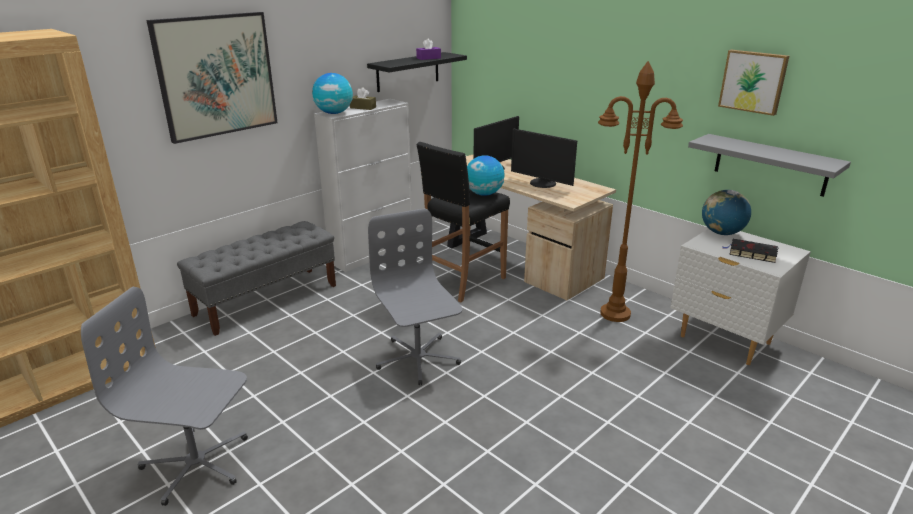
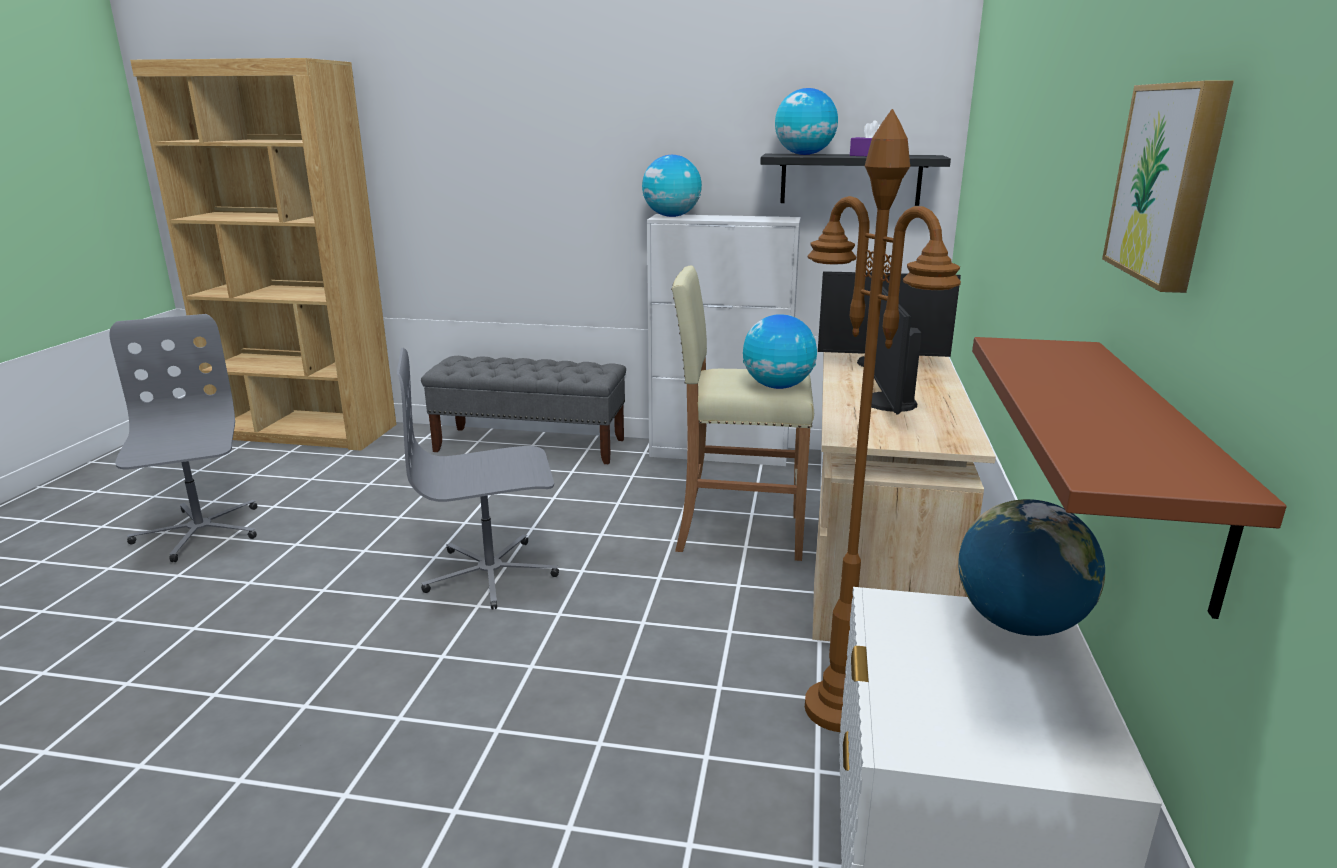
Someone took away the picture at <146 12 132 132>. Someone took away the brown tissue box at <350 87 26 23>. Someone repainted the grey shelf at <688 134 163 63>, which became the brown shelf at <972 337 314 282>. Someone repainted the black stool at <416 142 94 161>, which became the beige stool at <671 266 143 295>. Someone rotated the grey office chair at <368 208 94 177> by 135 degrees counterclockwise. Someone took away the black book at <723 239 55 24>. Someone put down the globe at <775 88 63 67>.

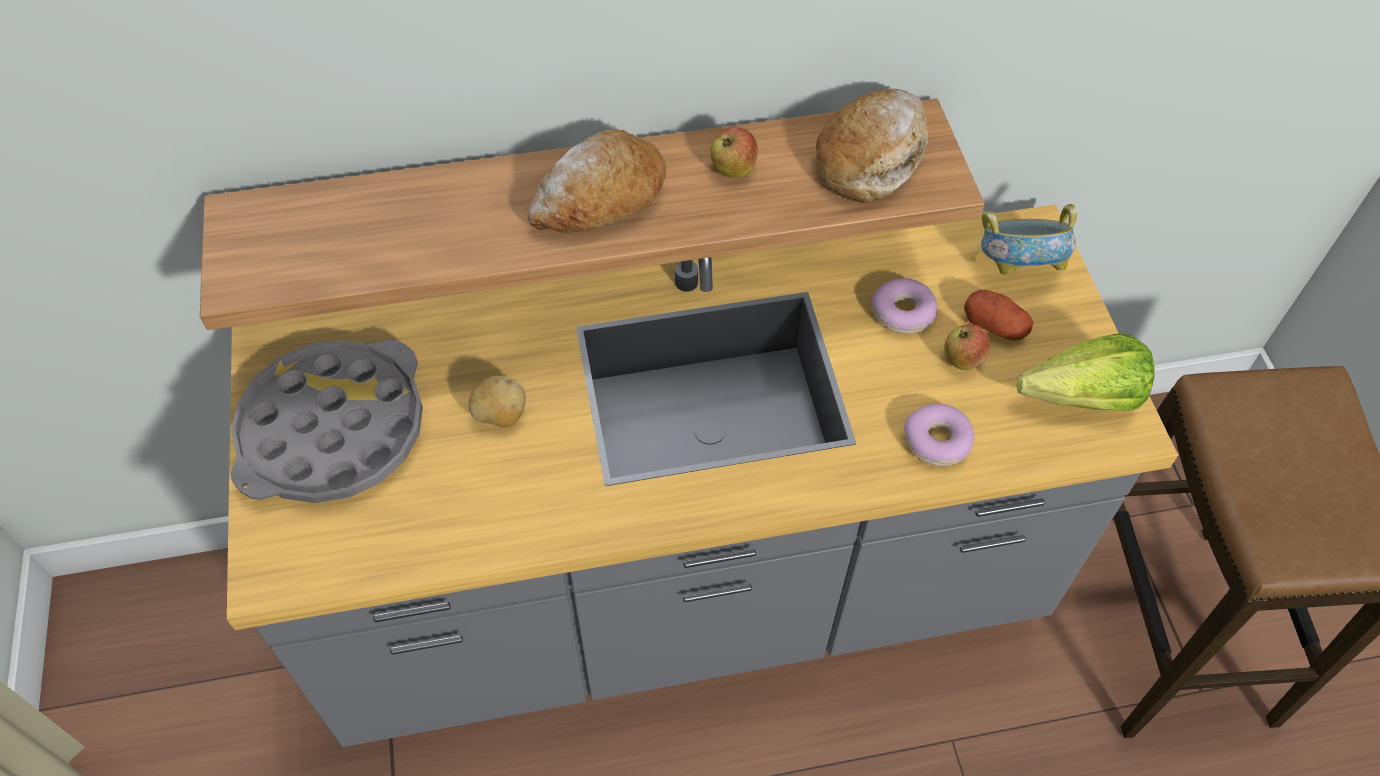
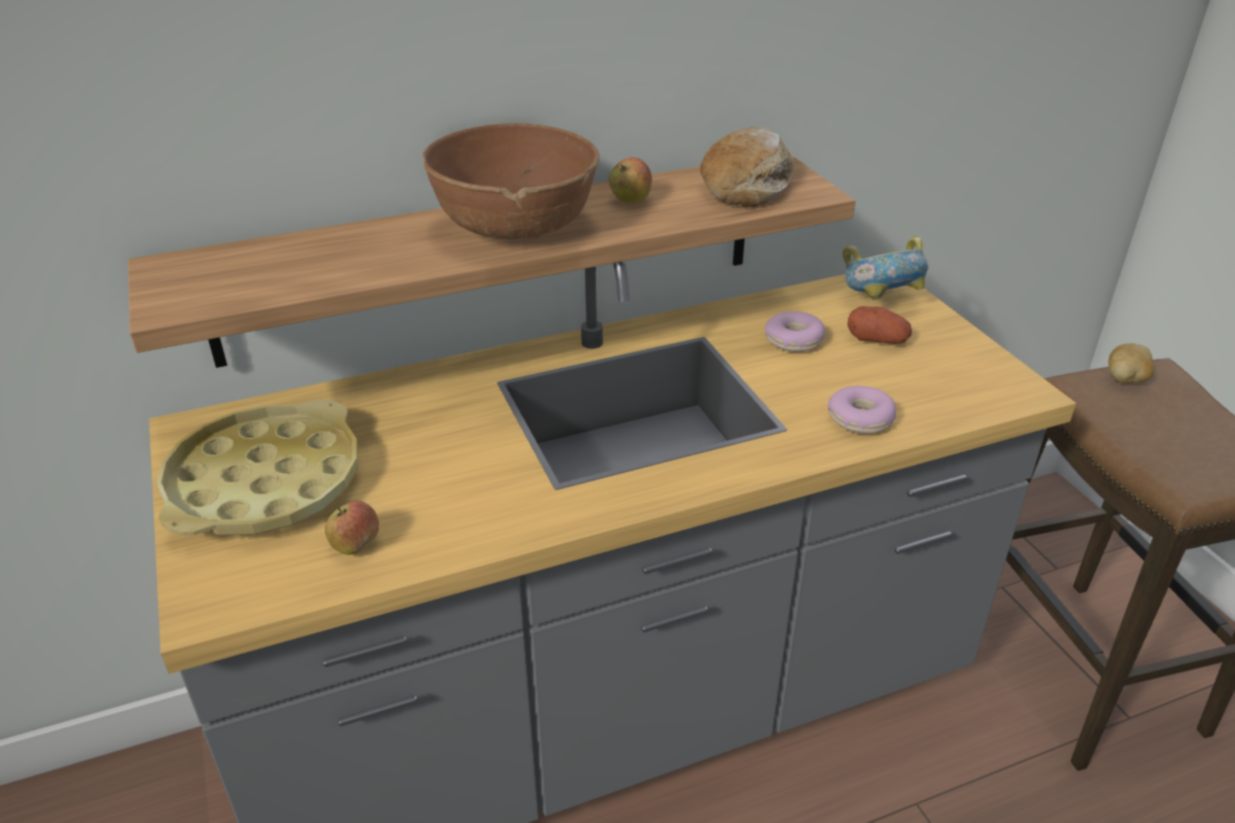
Someone swapped the bread at <528 129 138 104> for the brown bowl at <423 123 177 117>. Someone carried the apple from <944 324 47 46> to <325 501 54 54>. Someone took away the lettuce at <1017 333 138 77>. Someone repainted the grey tray at <230 339 193 164>, which became the yellow tray at <157 399 201 137>. Someone carried the potato from <468 376 58 51> to <1108 343 46 41>.

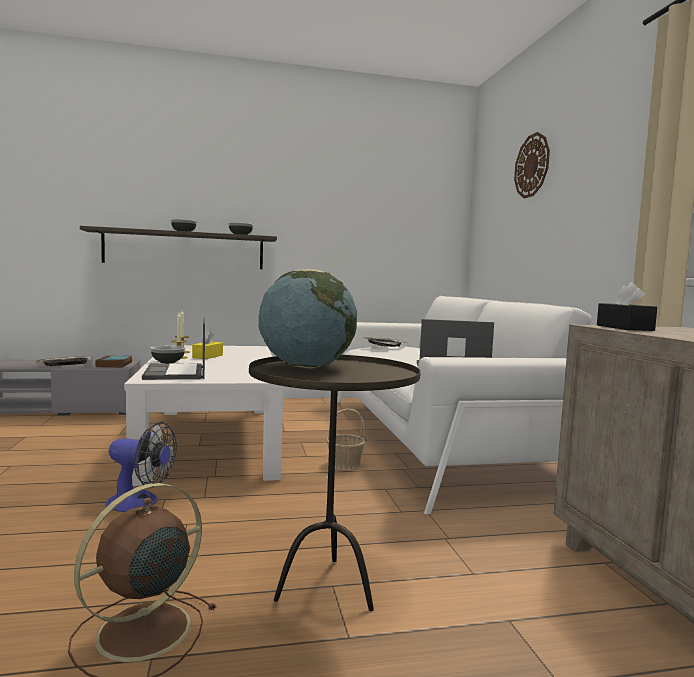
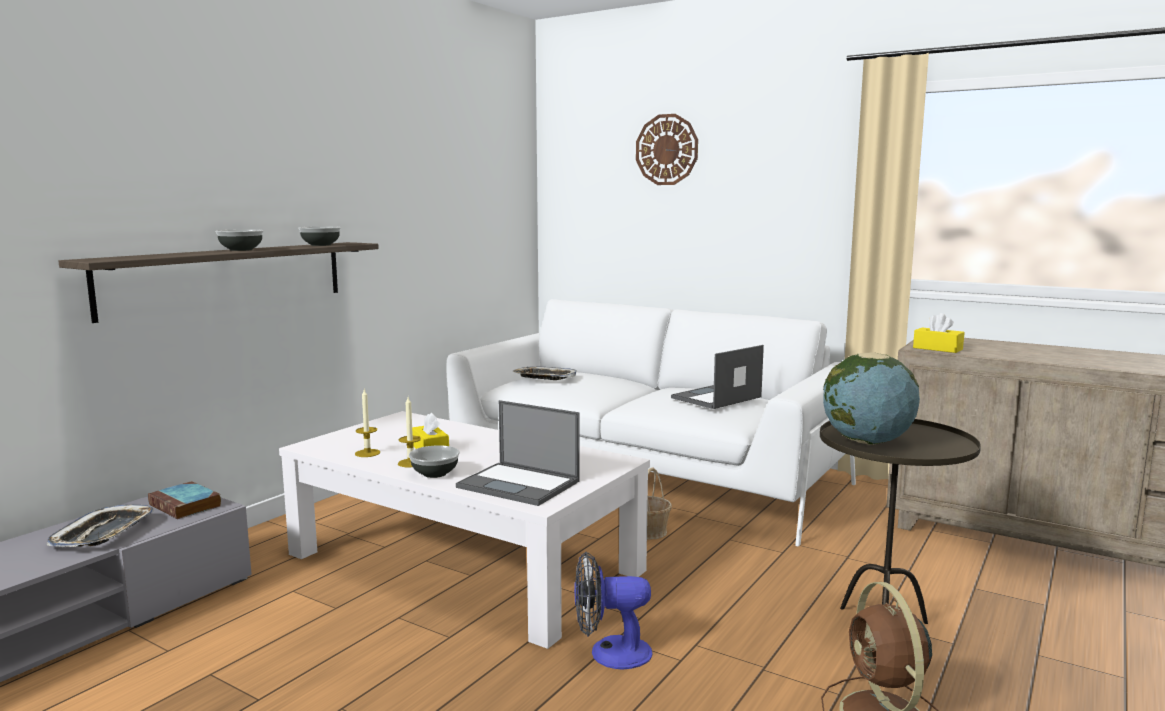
Someone repainted the black tissue box at <597 282 60 49>, which became the yellow tissue box at <913 313 52 40>. Someone rotated the fan at <106 422 71 90> by 150 degrees counterclockwise.

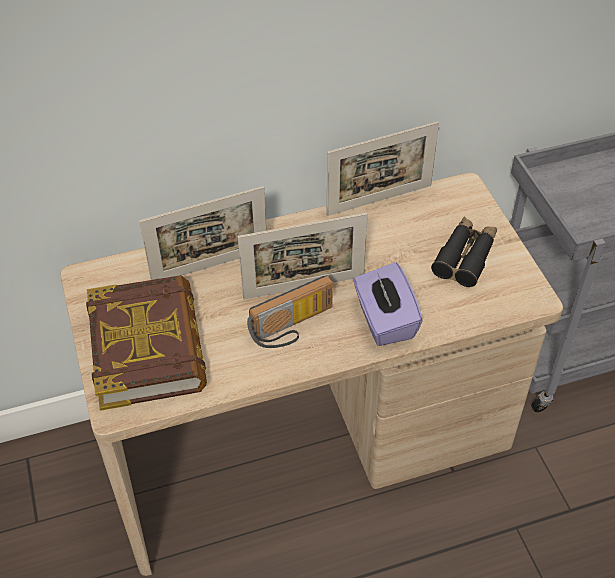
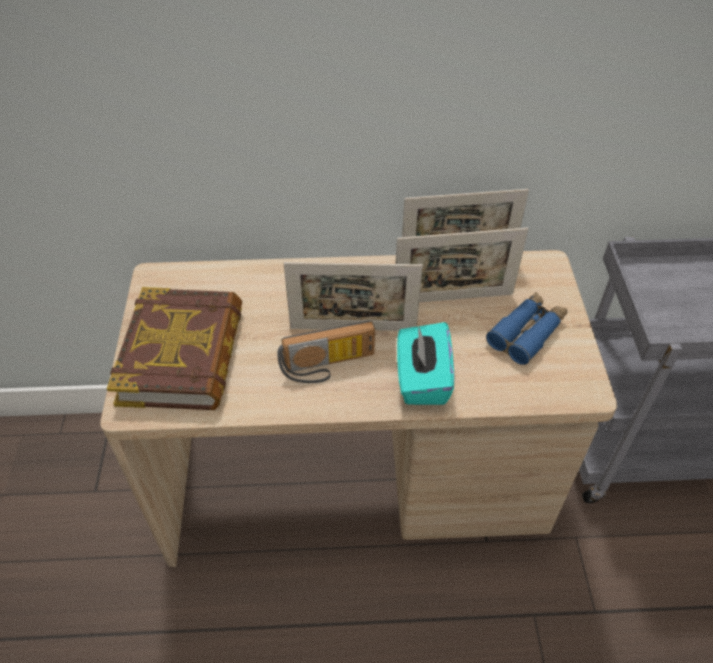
Someone carried the picture frame from <139 186 128 94> to <396 228 132 74>. Someone repainted the black binoculars at <431 217 66 70>, which became the blue binoculars at <486 292 82 73>. Someone repainted the purple tissue box at <353 262 70 84>, which became the turquoise tissue box at <397 322 57 83>.

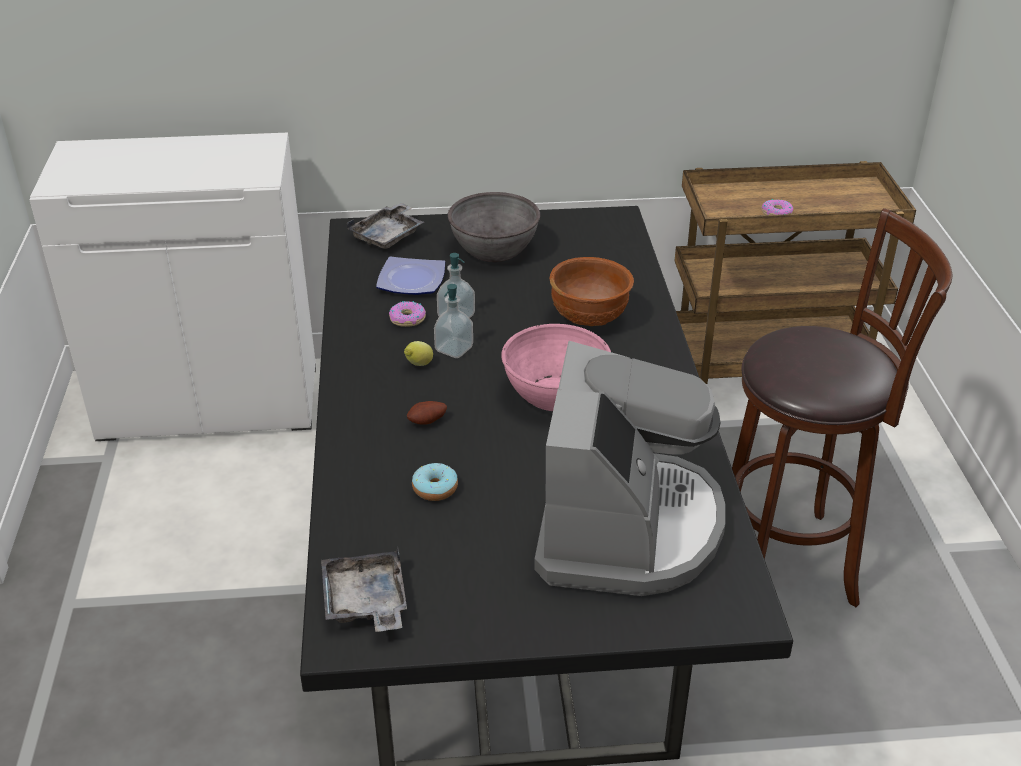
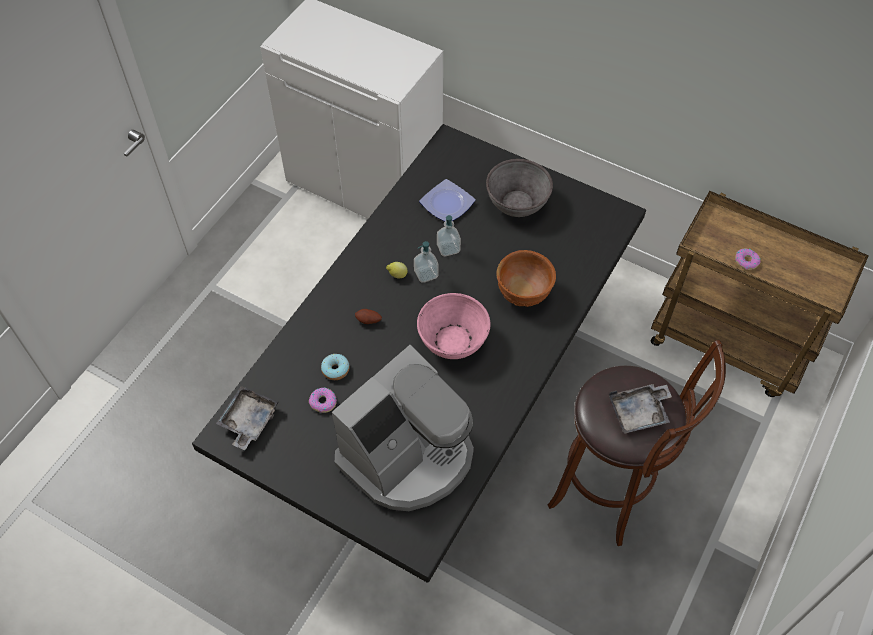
Someone carried the grey tray from <347 202 77 47> to <609 384 63 50>. Someone carried the donut from <389 301 37 26> to <309 388 28 25>.

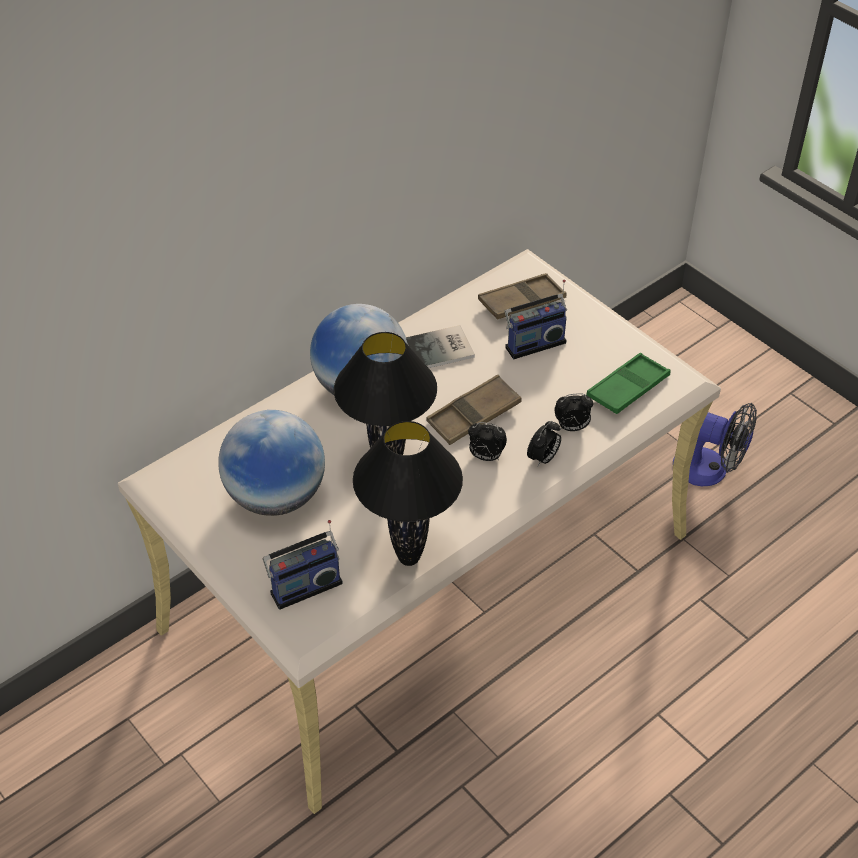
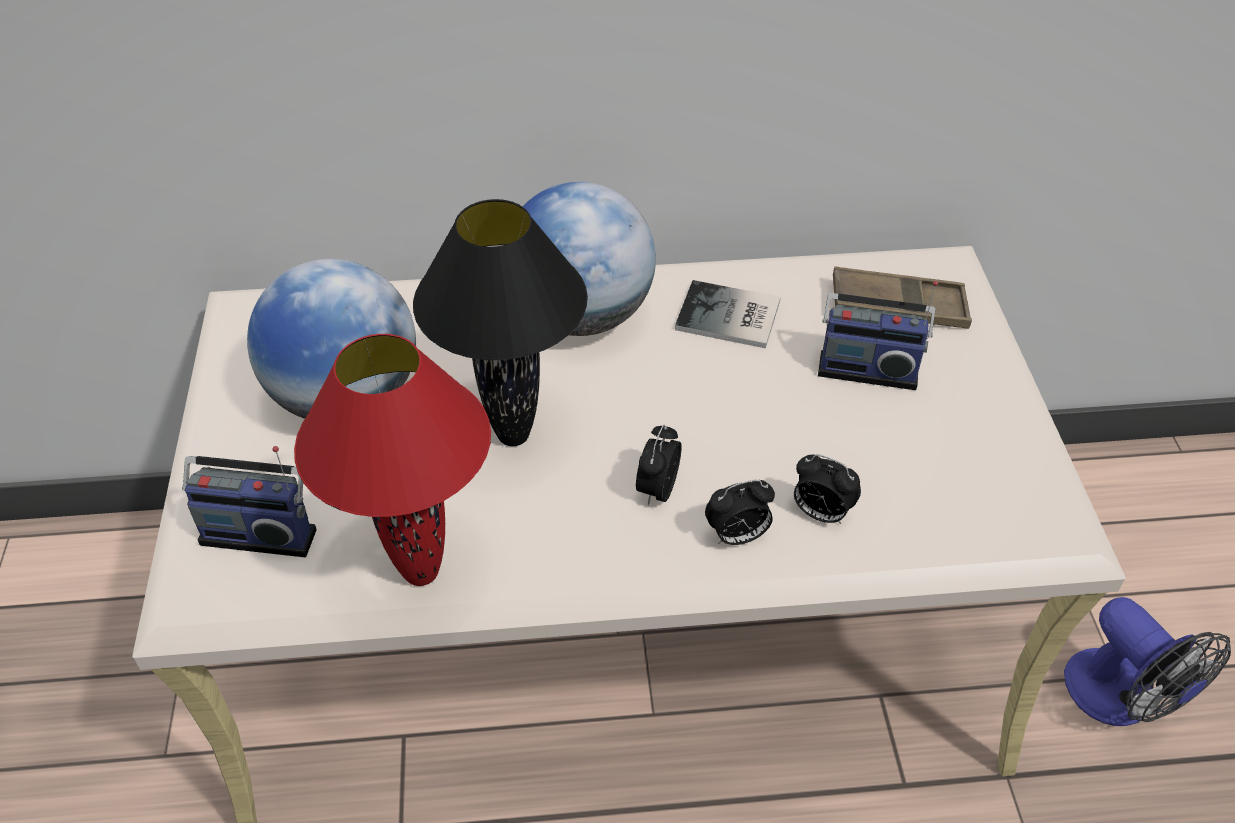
Someone took away the green tray at <586 353 85 61>. Someone took away the brown tray at <426 375 96 70>. Someone repainted the black table lamp at <353 421 110 145>, which became the red table lamp at <294 334 197 252>. Someone rotated the alarm clock at <468 422 39 39> by 60 degrees clockwise.

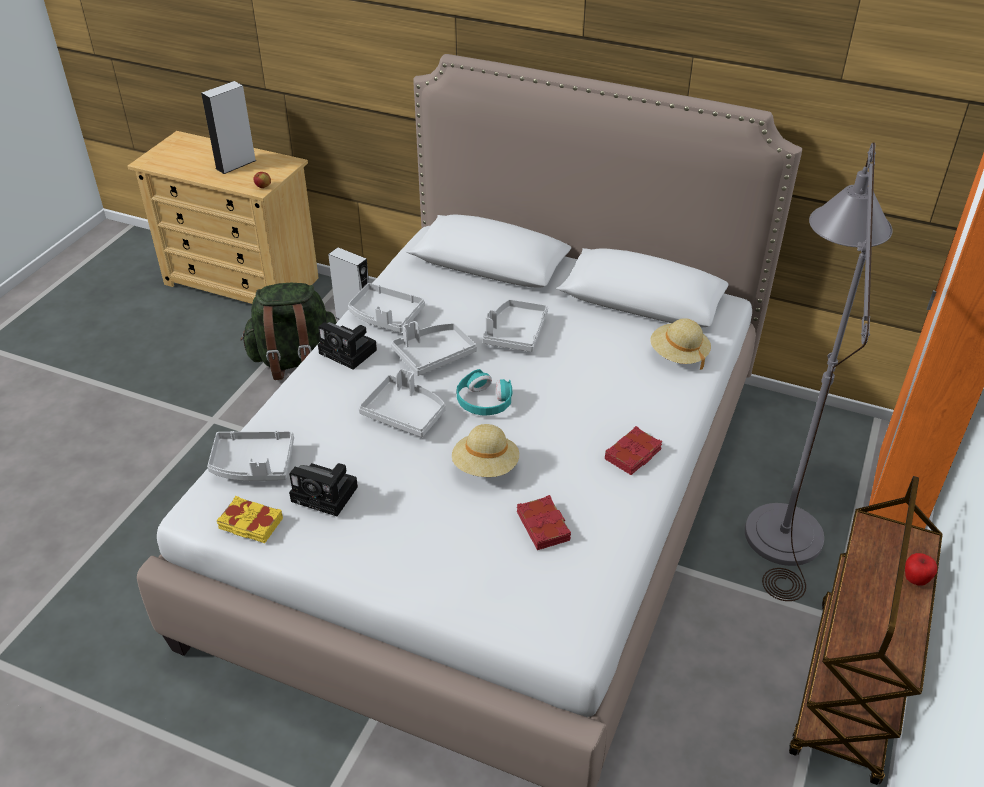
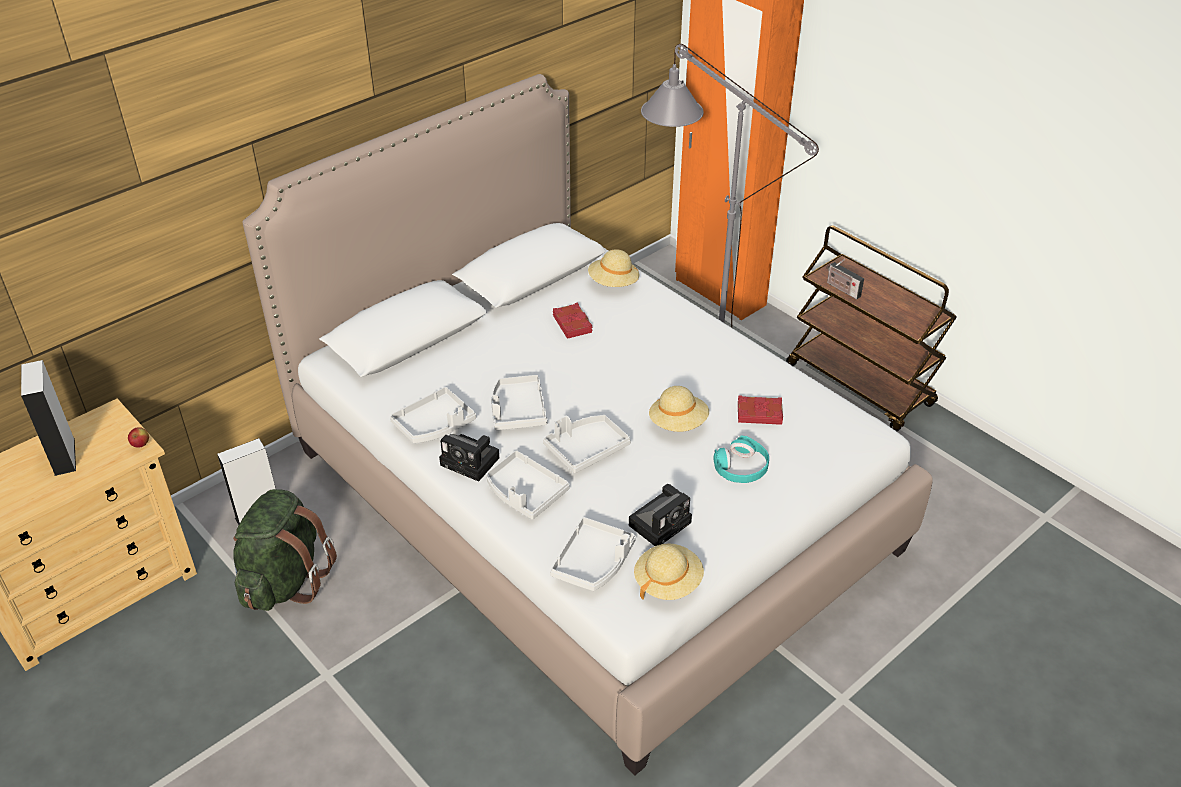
Someone carried the grey tray from <482 299 66 53> to <486 450 84 70>. Someone rotated the photo camera at <318 322 59 48> by 60 degrees clockwise. Someone carried the turquoise headphones from <457 369 55 47> to <714 435 55 48>. Someone carried the red book from <605 426 57 49> to <553 303 40 36>. Someone swapped the yellow book at <216 496 67 47> for the beige hat at <634 543 70 57>. Someone took away the apple at <905 553 32 33>. Someone put down the radio at <827 259 37 40>.

